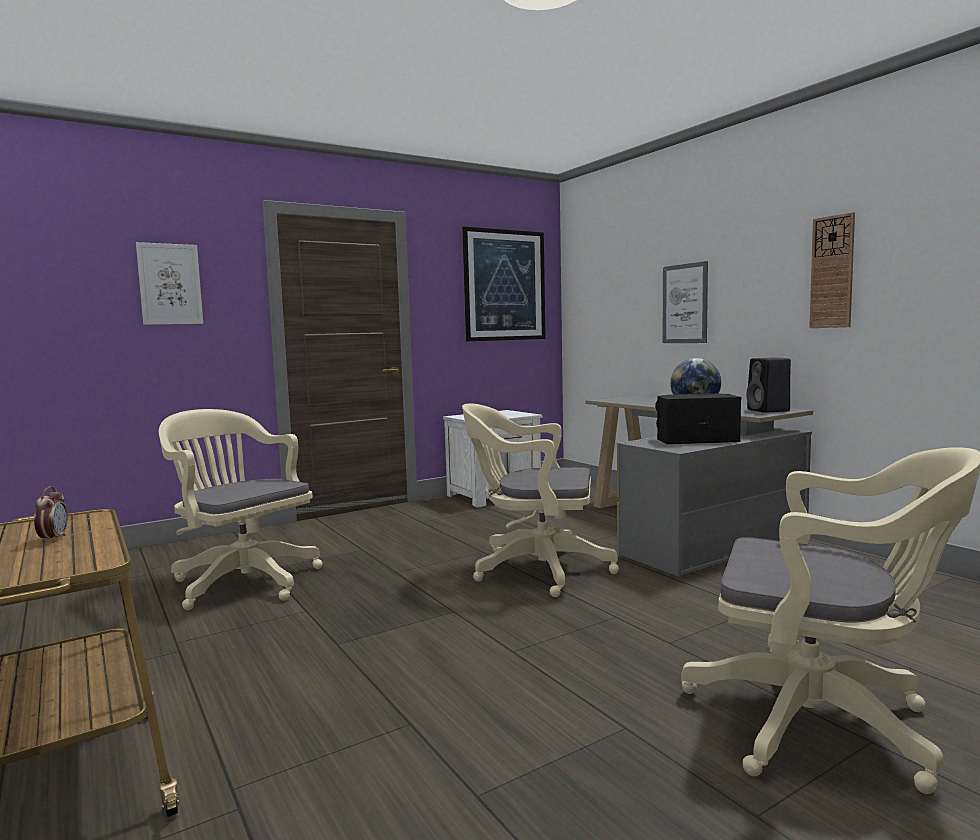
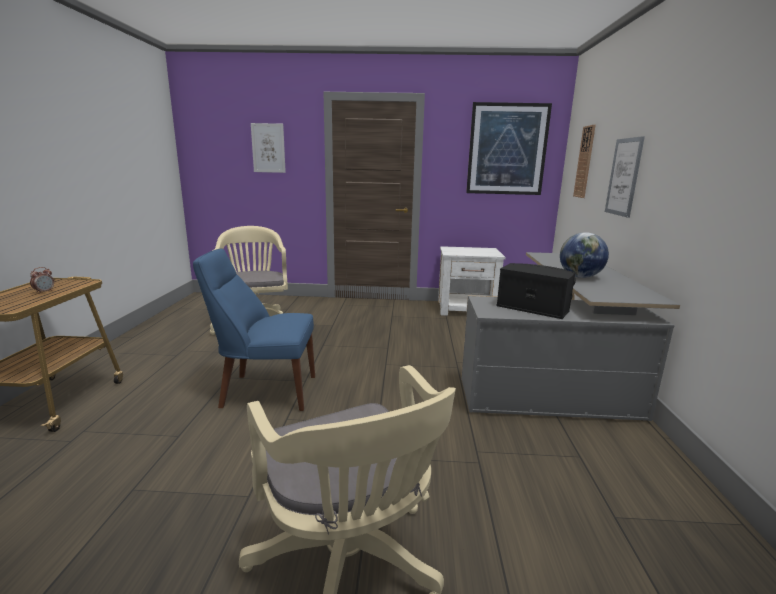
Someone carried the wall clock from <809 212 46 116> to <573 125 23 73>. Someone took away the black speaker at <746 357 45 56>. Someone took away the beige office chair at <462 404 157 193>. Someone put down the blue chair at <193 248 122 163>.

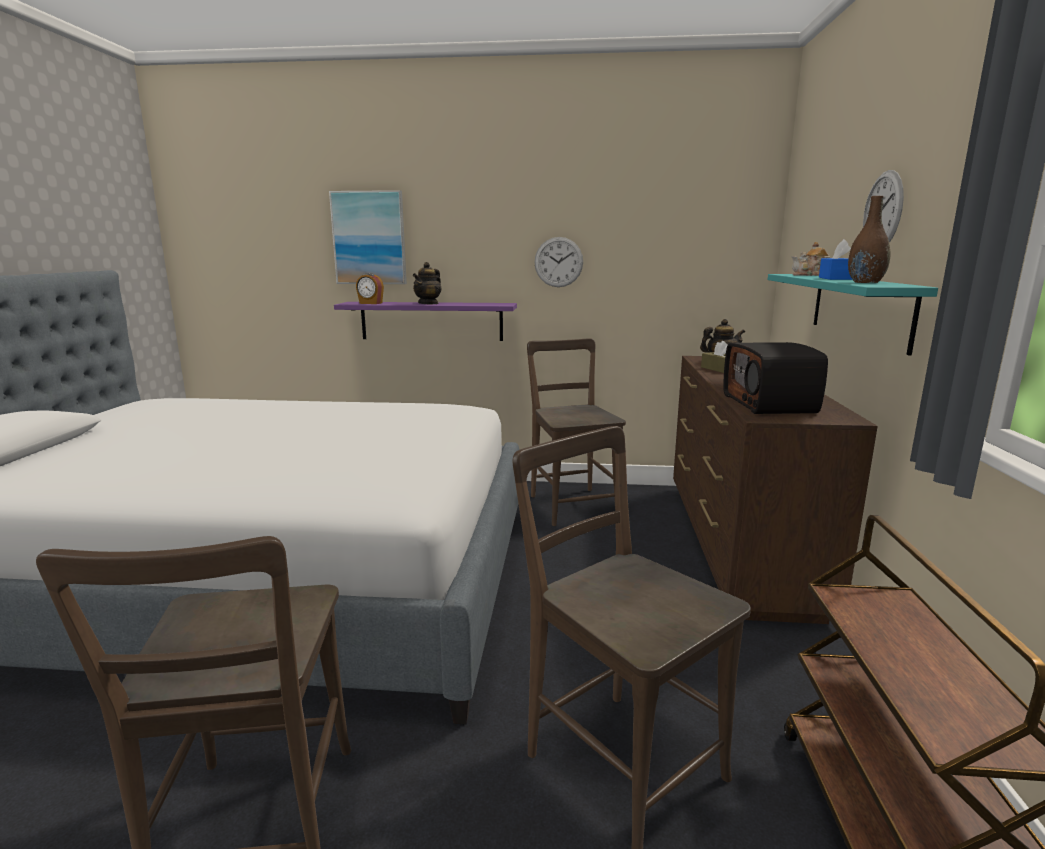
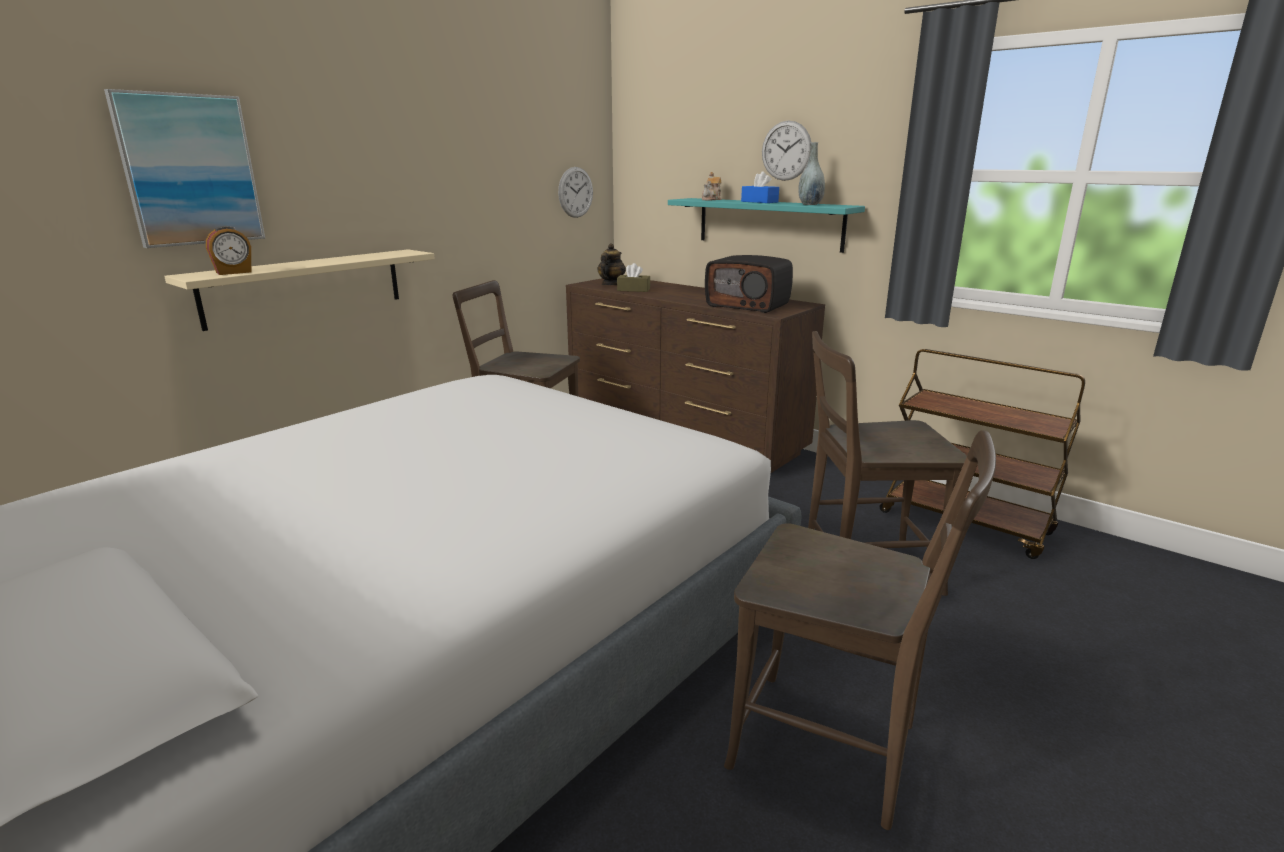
Someone repainted the brown vase at <848 196 43 87>, which became the grey vase at <799 142 26 63>. Someone carried the wall clock from <534 237 49 50> to <558 167 35 51>. Someone took away the teapot at <413 262 28 43>. Someone repainted the purple shelf at <334 302 183 39>, which became the beige shelf at <164 249 271 82>.

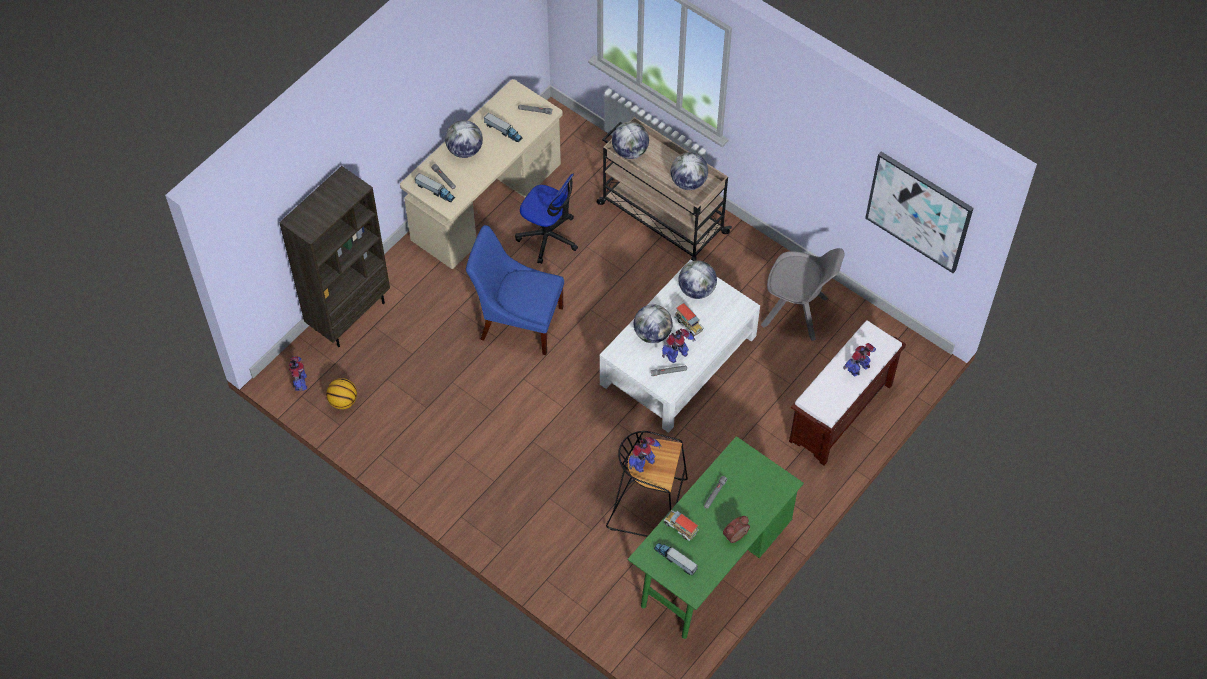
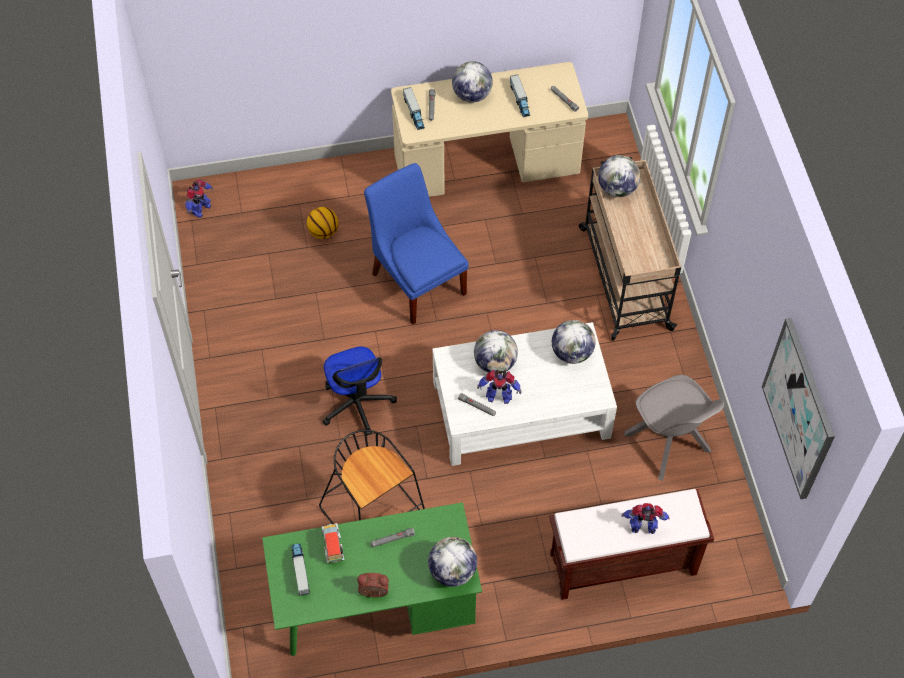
Someone carried the globe from <671 152 37 38> to <428 537 49 50>. Someone took away the brown bookcase at <279 166 111 181>. Someone carried the office chair from <515 173 63 91> to <322 347 75 89>. Someone took away the toy truck at <675 303 29 33>. Someone carried the basketball from <326 378 31 31> to <307 207 32 32>. Someone took away the toy robot at <629 437 32 36>.

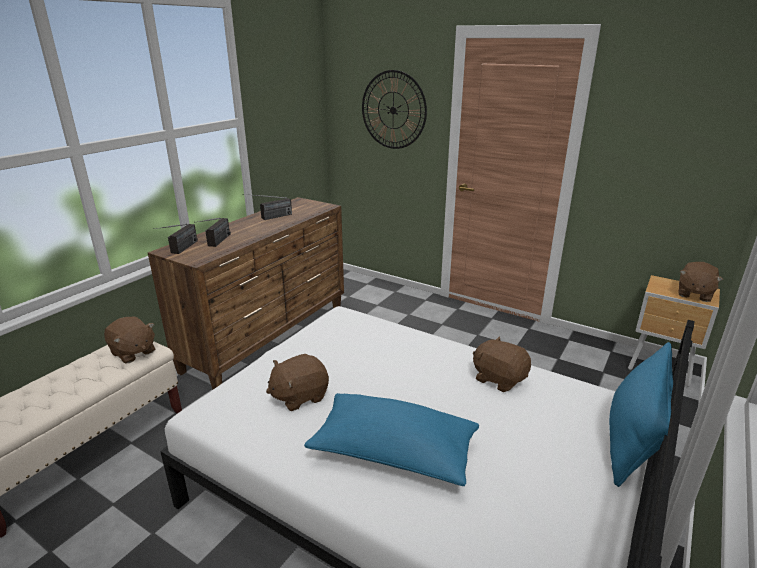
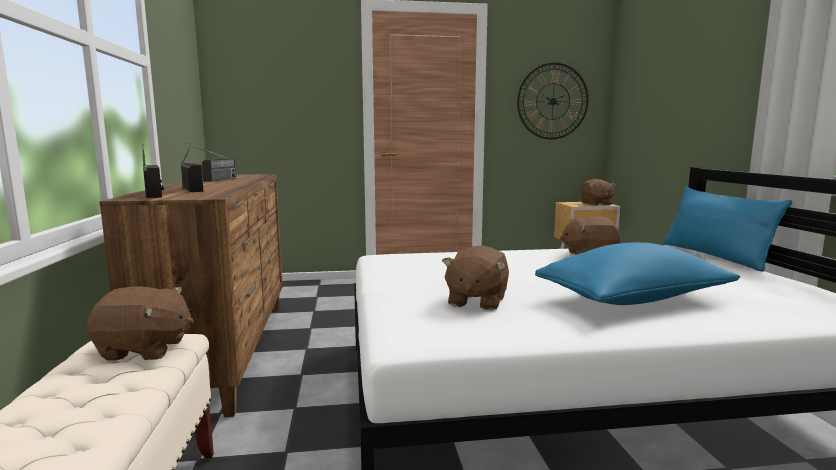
Someone carried the wall clock from <362 70 65 79> to <517 63 72 77>.

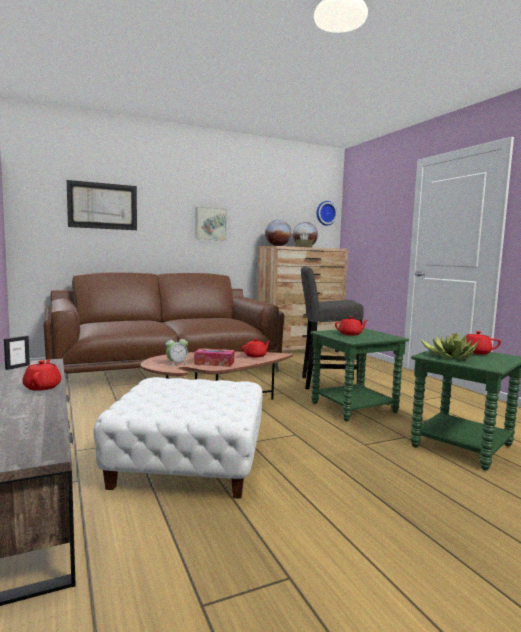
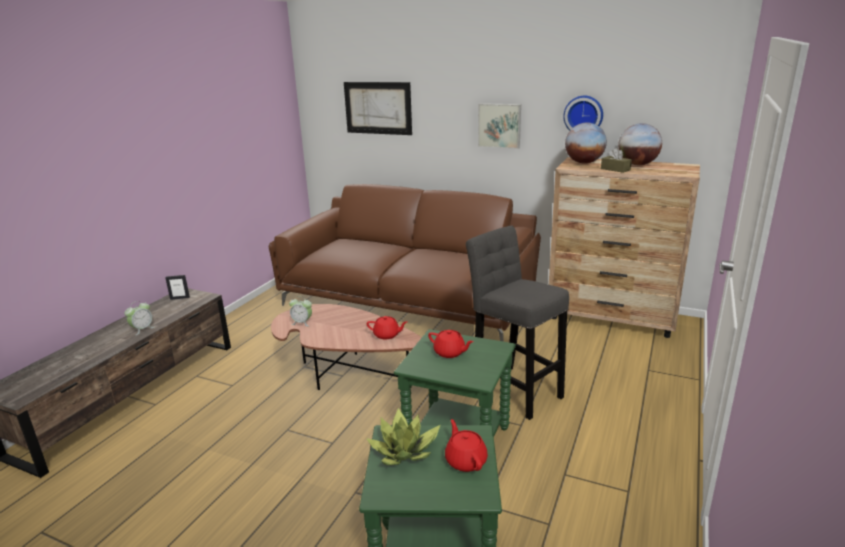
Someone carried the wall clock from <316 201 21 25> to <563 96 40 35>. Someone took away the tissue box at <194 348 40 19>. Someone swapped the red teapot at <22 359 39 32> for the alarm clock at <124 301 31 34>. Someone took away the white ottoman at <93 377 170 122>.

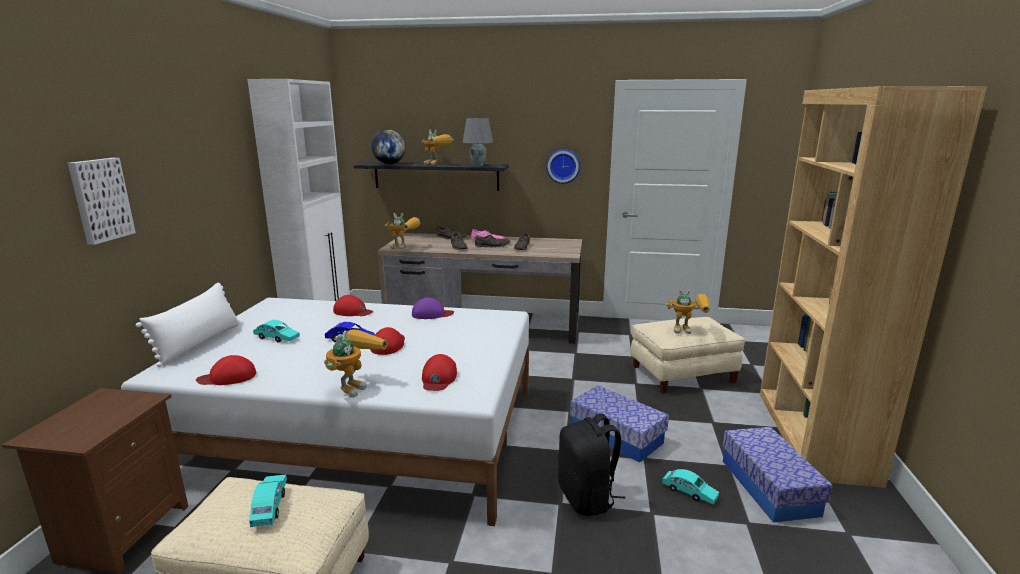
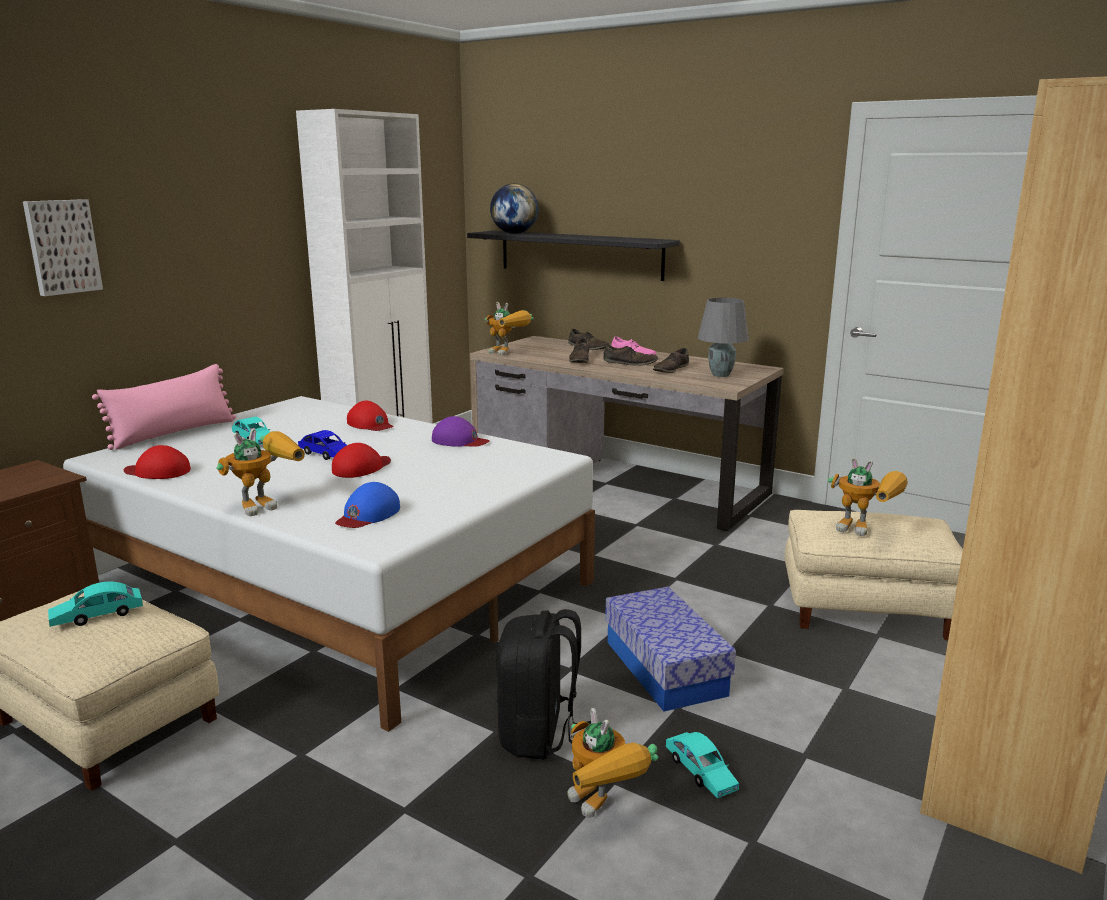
Someone carried the grey table lamp from <462 118 31 48> to <698 298 51 79>. Someone carried the toy robot from <421 129 33 36> to <567 708 91 110>. Someone took away the wall clock at <546 149 34 35>. Someone repainted the white pillow at <136 282 103 85>, which became the pink pillow at <92 364 144 86>. Someone repainted the red cap at <422 354 35 37>, which became the blue cap at <335 482 65 46>. Someone took away the storage box at <723 427 109 96>. Someone rotated the turquoise toy car at <249 475 38 52> by 135 degrees counterclockwise.

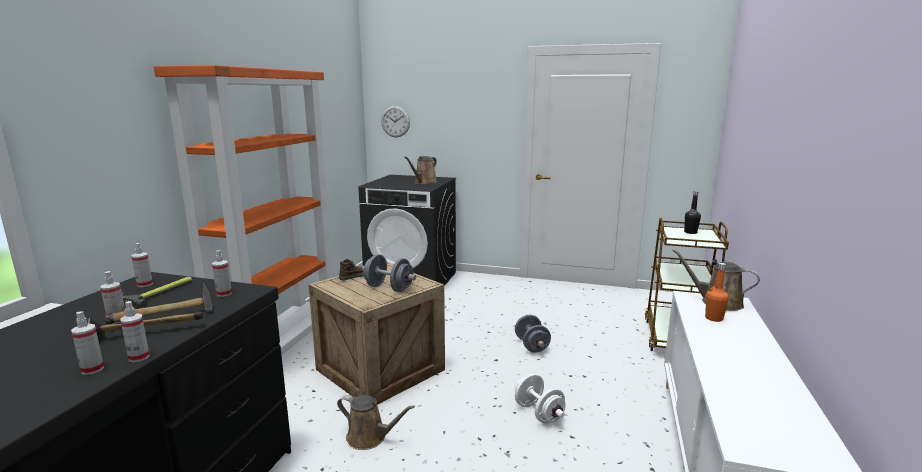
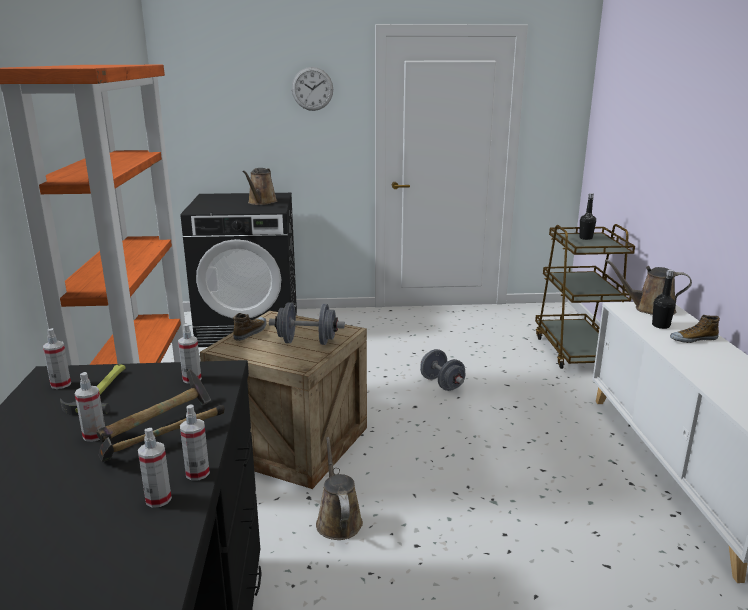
Someone carried the wall clock from <381 106 29 31> to <292 67 41 44>. Someone repainted the orange bottle at <705 263 24 59>, which became the black bottle at <652 270 24 59>. Someone took away the white dumbbell at <515 374 51 50>. Someone rotated the brown watering can at <337 395 78 55> by 105 degrees counterclockwise. Someone put down the shoe at <670 315 50 28>.

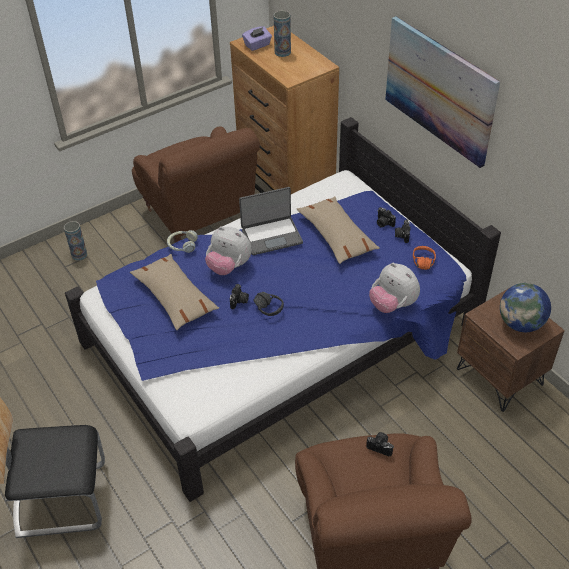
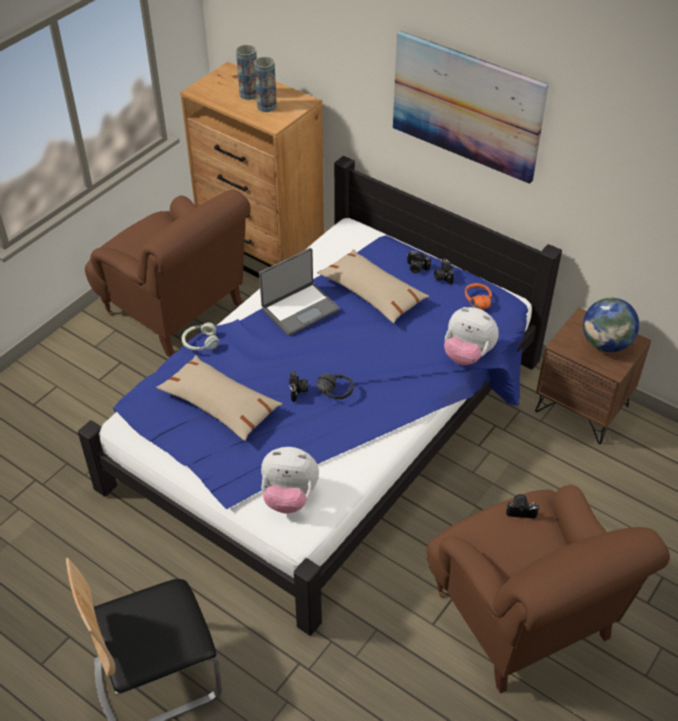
Someone took away the purple tissue box at <242 26 30 25>. Someone carried the vase from <64 221 23 40> to <254 57 23 55>. Someone carried the plush toy from <205 226 47 49> to <261 447 58 67>.

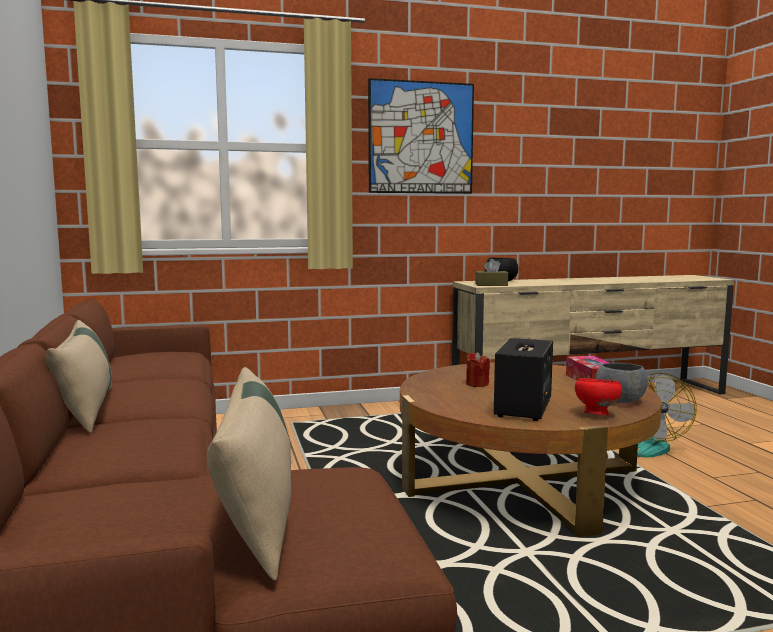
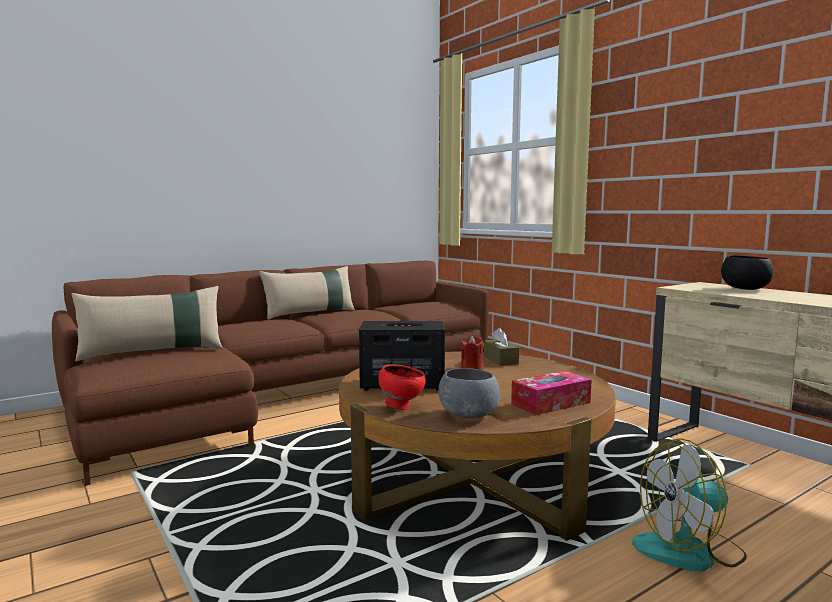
Someone took away the picture at <368 78 106 116>. Someone carried the brown tissue box from <475 259 33 27> to <484 328 35 38>.

